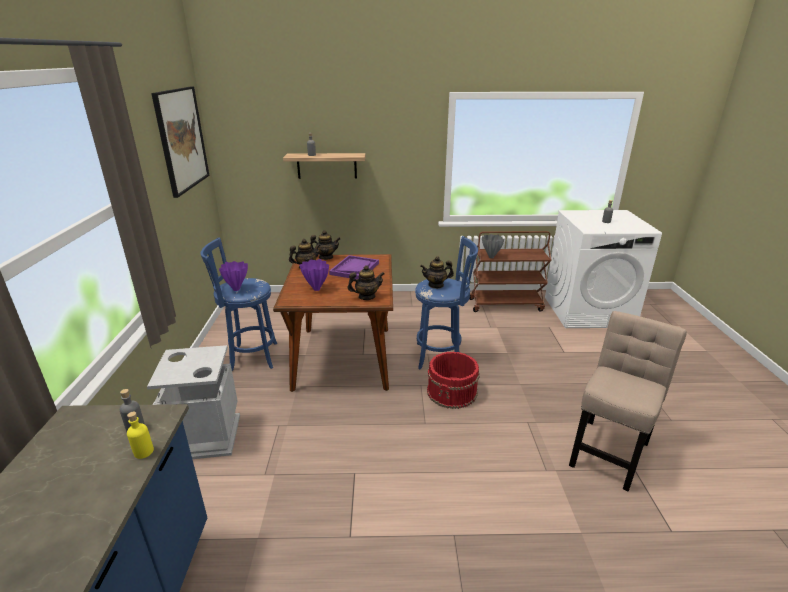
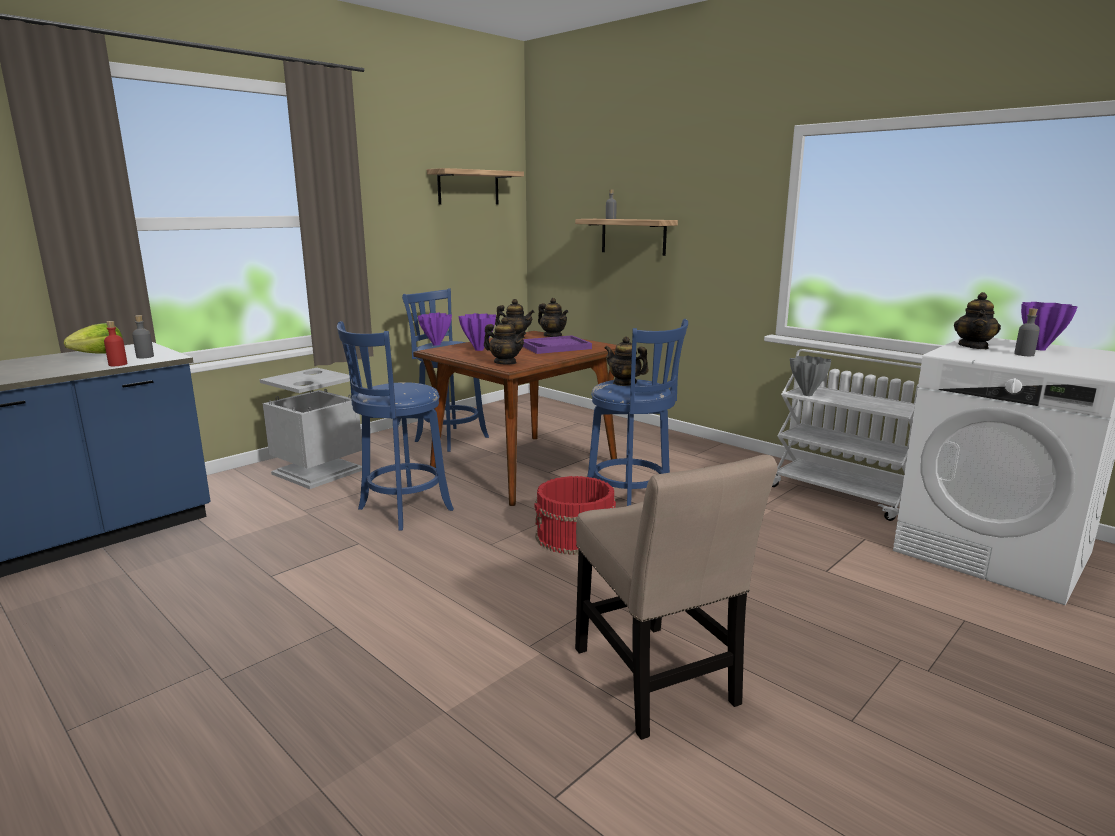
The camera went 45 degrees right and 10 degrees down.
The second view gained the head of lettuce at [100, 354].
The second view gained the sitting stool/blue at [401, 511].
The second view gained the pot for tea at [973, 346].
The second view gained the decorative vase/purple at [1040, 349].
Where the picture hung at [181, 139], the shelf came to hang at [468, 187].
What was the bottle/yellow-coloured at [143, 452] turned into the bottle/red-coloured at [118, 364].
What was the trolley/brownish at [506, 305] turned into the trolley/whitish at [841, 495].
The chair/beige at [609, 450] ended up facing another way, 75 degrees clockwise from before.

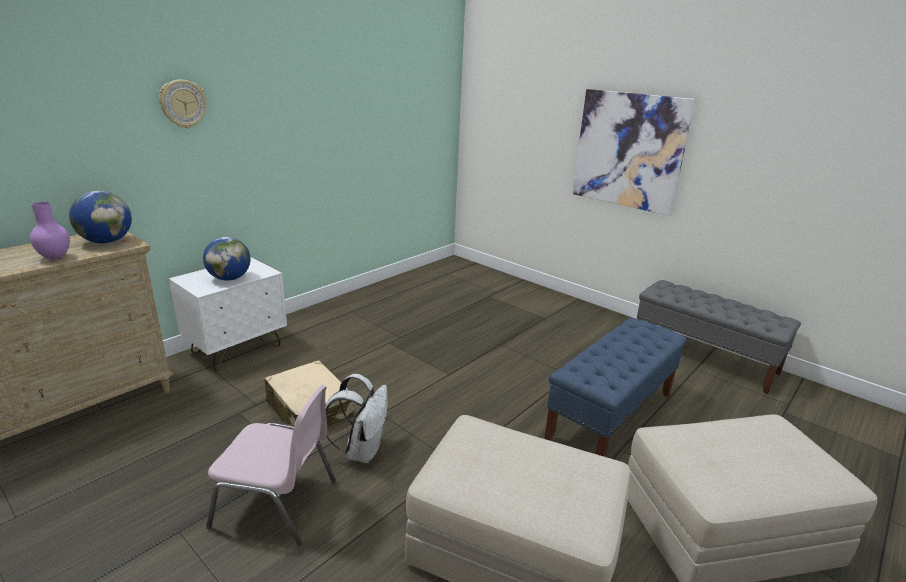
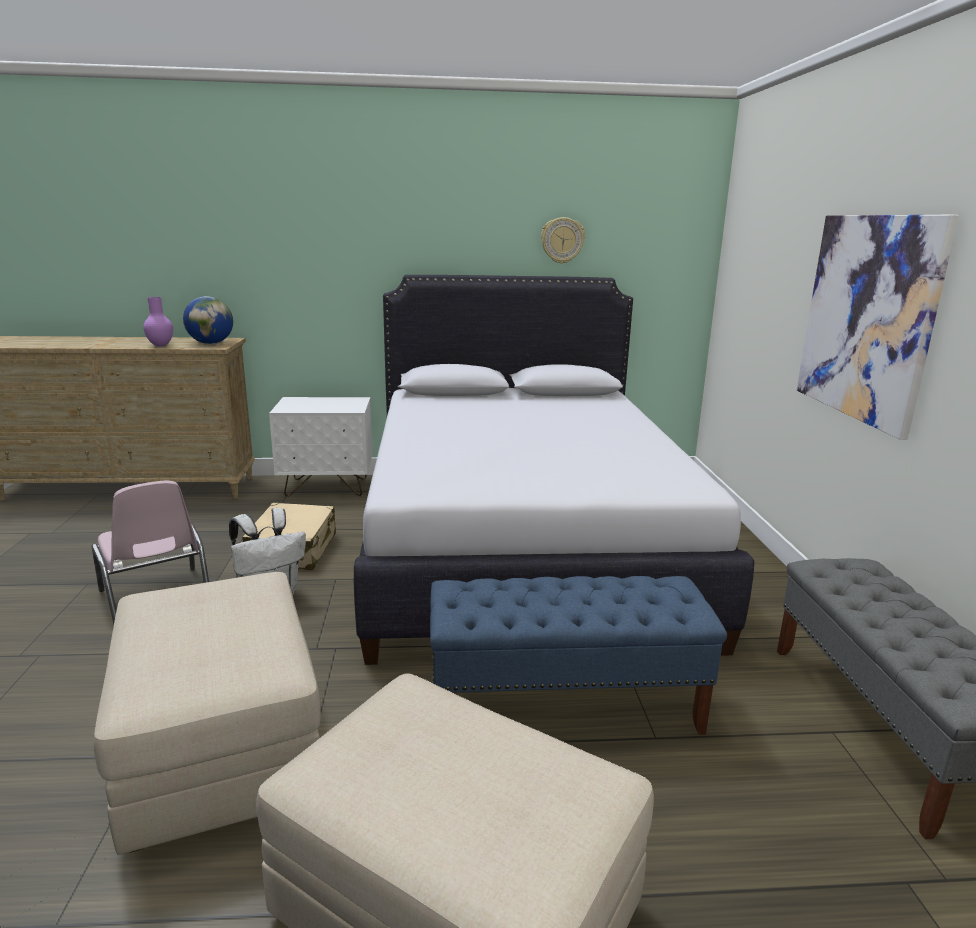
The camera went 45 degrees right and 5 degrees down.
The second view lost the desk globe at [229, 278].
The second view gained the sleeping bed/whitish at [520, 544].
The hanging clock ended up elsewhere, having gone from [183, 104] to [562, 240].

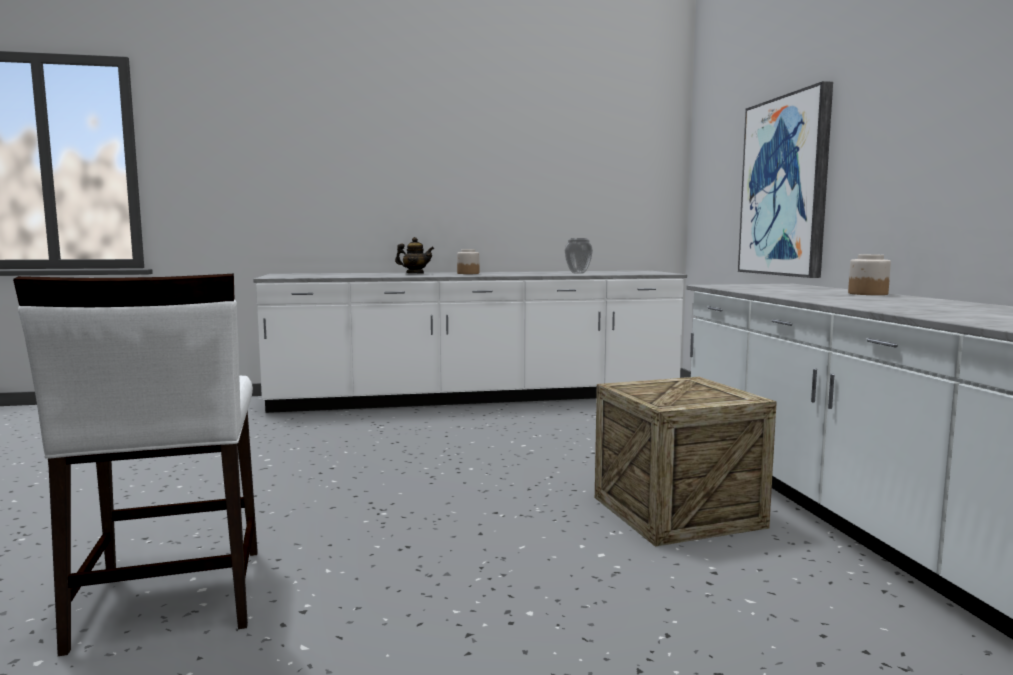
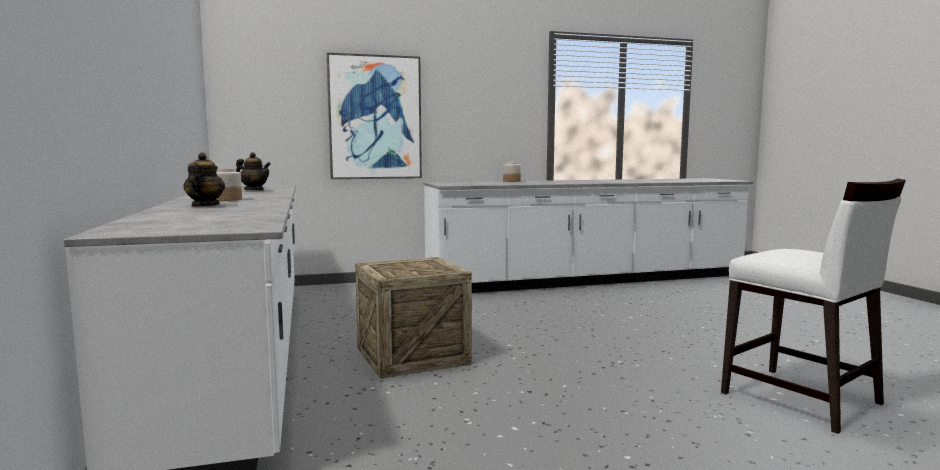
The camera went 95 degrees left and 0 degrees up.
The shipping crate ended up elsewhere, having gone from [677, 512] to [412, 356].
Where the decorative vase stood at [578, 273], the pot for tea came to stand at [254, 190].
The chair/whitish at [169, 598] ended up facing another way, 75 degrees clockwise from before.

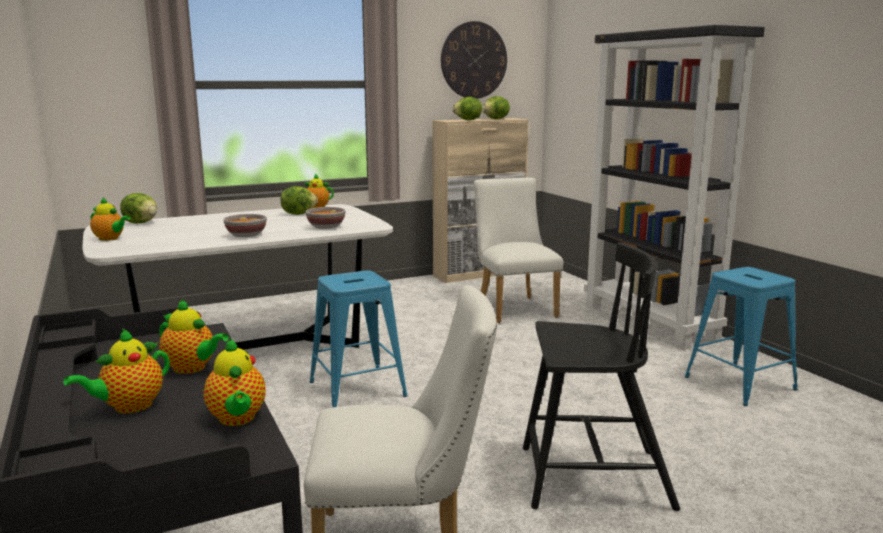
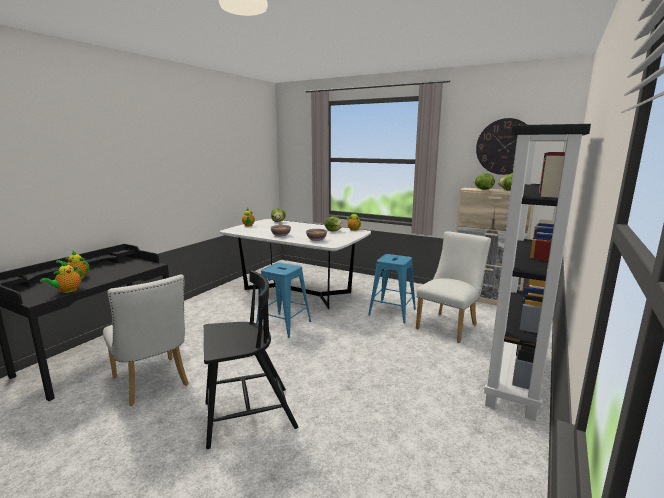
The camera went 55 degrees right and 0 degrees up.
The second view lost the pot for tea at [192, 368].
The sitting stool/blue ended up elsewhere, having gone from [739, 383] to [392, 312].
The chair/black at [591, 478] ended up facing another way, 75 degrees counterclockwise from before.

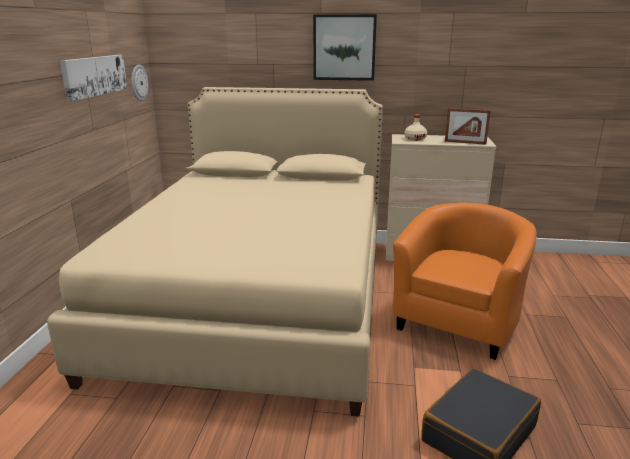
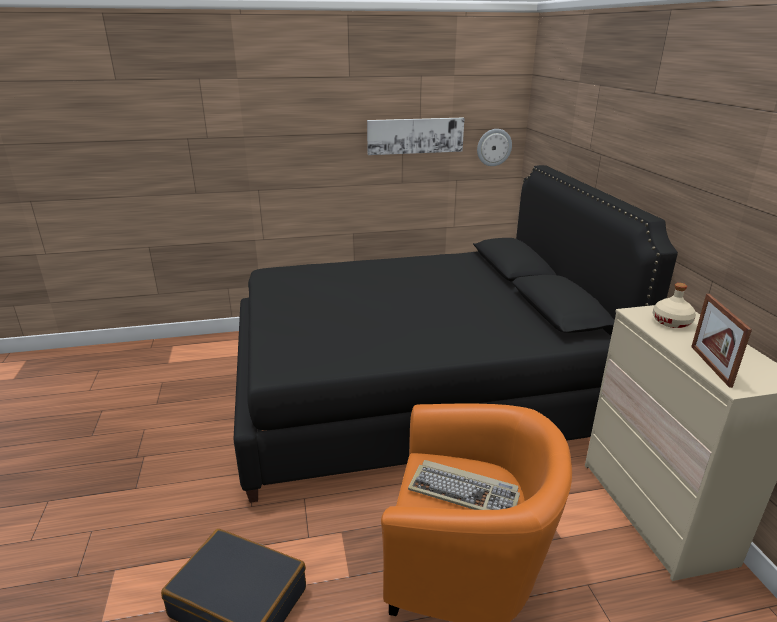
The camera went 70 degrees right and 5 degrees up.
The second view lost the picture at [344, 47].
The second view gained the keyboard at [465, 492].
What was the sleeping bed/beige at [258, 299] turned into the sleeping bed/black at [414, 393].

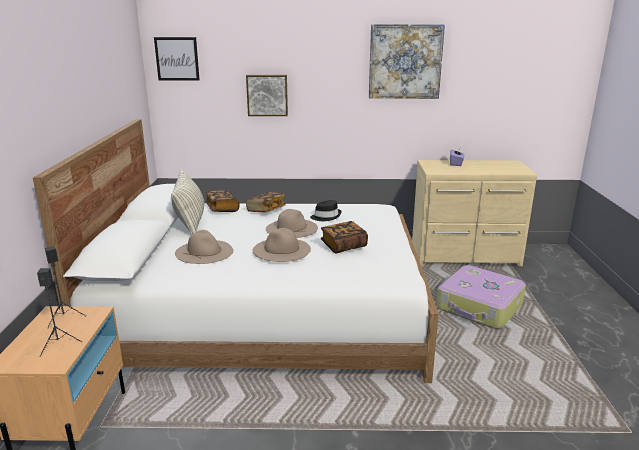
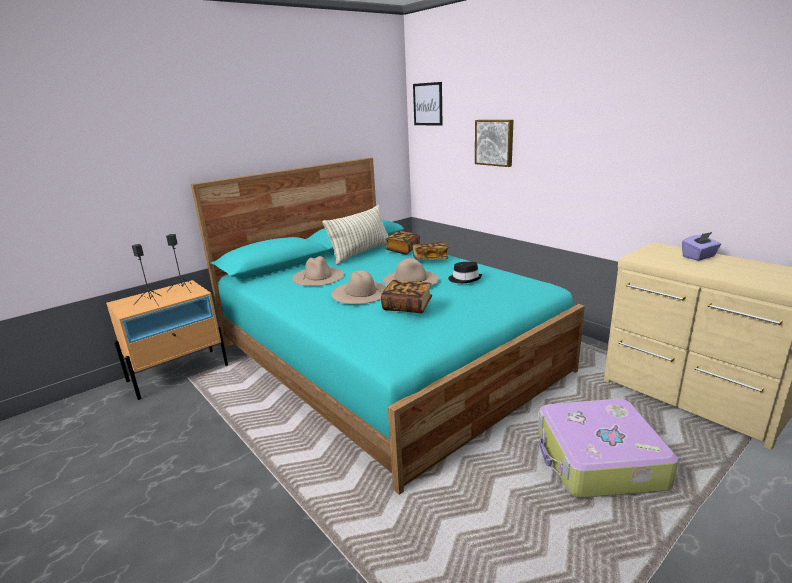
The camera went 50 degrees right and 0 degrees up.
The second view lost the picture at [405, 61].
What was the sleeping bed/whitish at [265, 312] turned into the sleeping bed/blue-green at [385, 356].

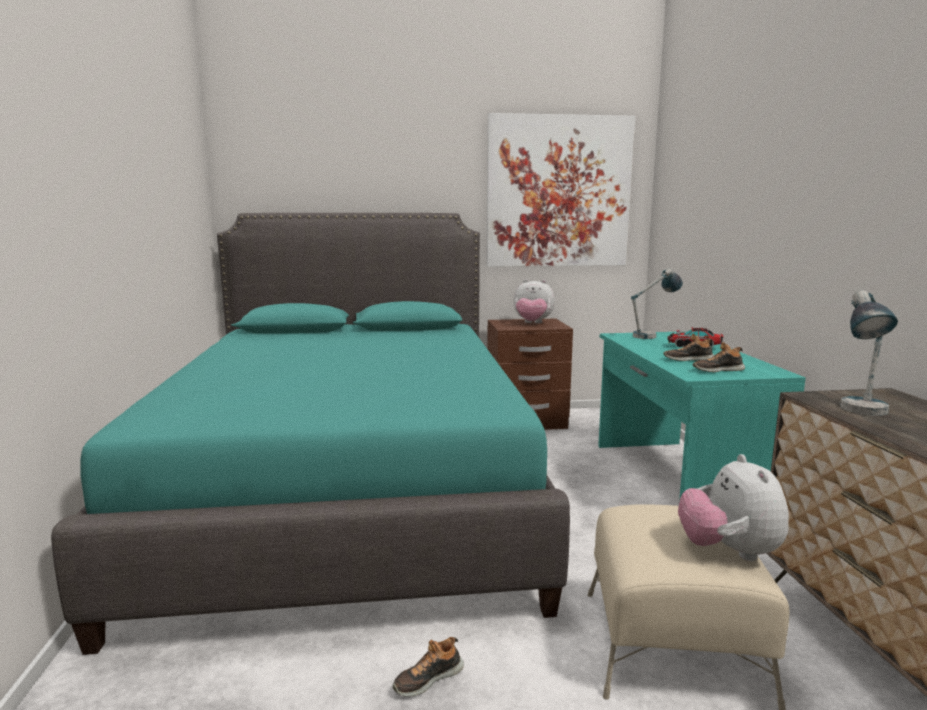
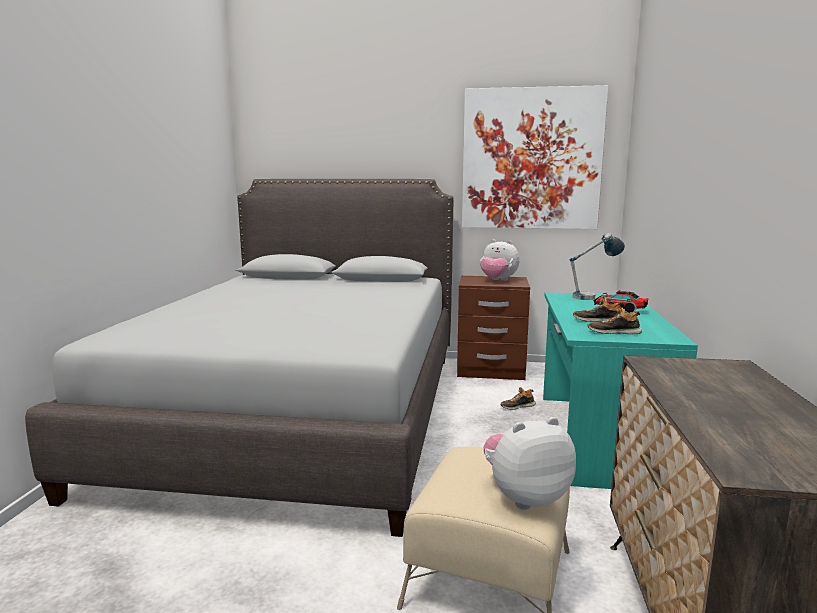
The camera went 15 degrees right and 0 degrees up.
The second view lost the lamp for a table at [861, 413].
The item of footwear ended up elsewhere, having gone from [428, 678] to [517, 406].
What was the sleeping bed/blue-green at [350, 490] turned into the sleeping bed/greyish at [303, 412].
The cuddly toy at [729, 551] ended up facing another way, 60 degrees clockwise from before.

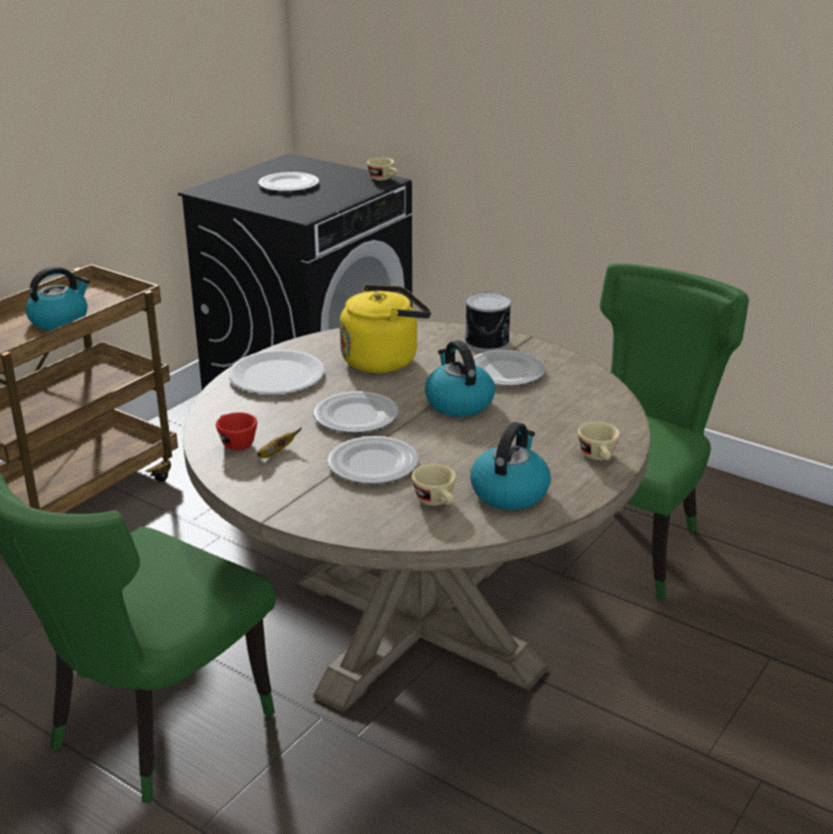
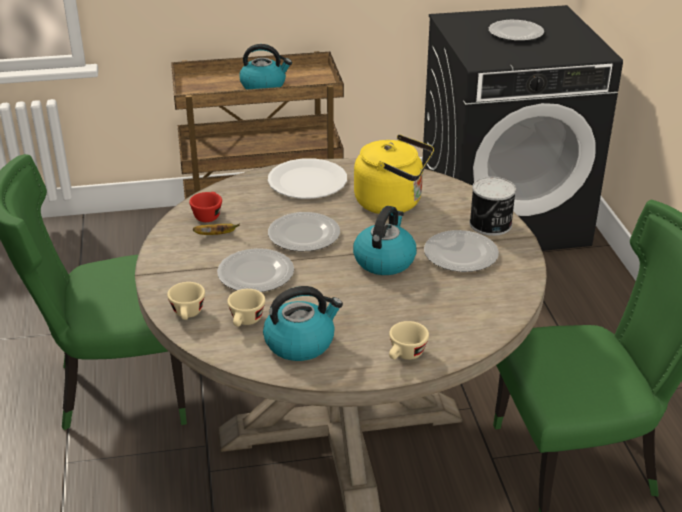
The camera went 45 degrees right and 5 degrees up.
The cup/beige ended up elsewhere, having gone from [384, 179] to [188, 315].

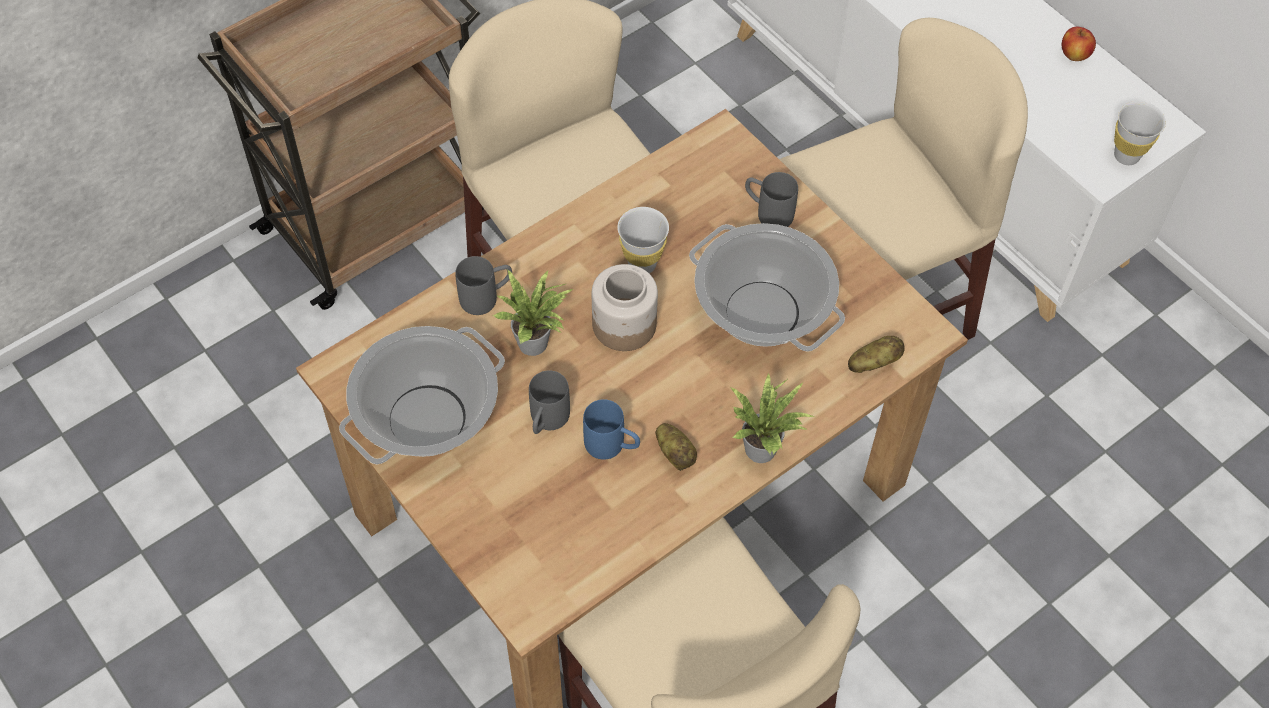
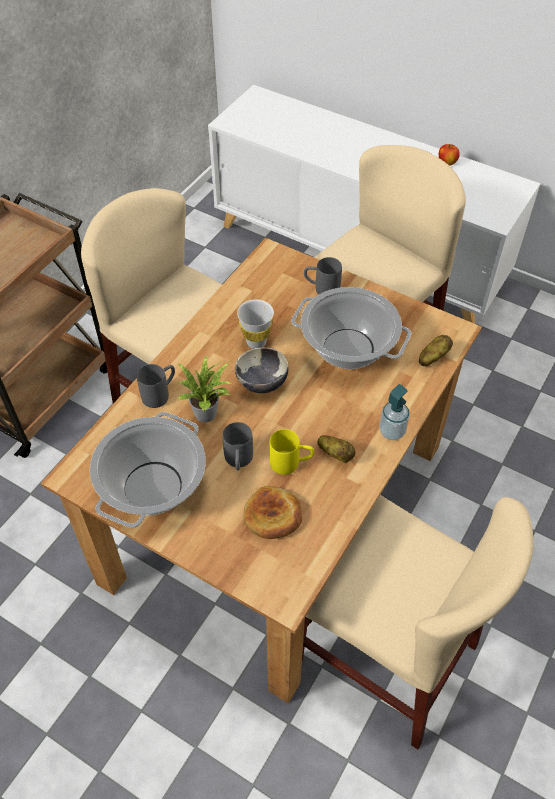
The camera went 20 degrees left and 5 degrees down.
The second view lost the cup/whitish at [1126, 156].
The second view gained the bread at [272, 515].
Where the storage jar stood at [624, 325], the deep dish came to stand at [262, 383].
Where the potted plant stood at [764, 448], the soap dispenser came to stand at [392, 431].
What was the mug/blue at [612, 447] turned into the mug/yellow-coloured at [291, 463].

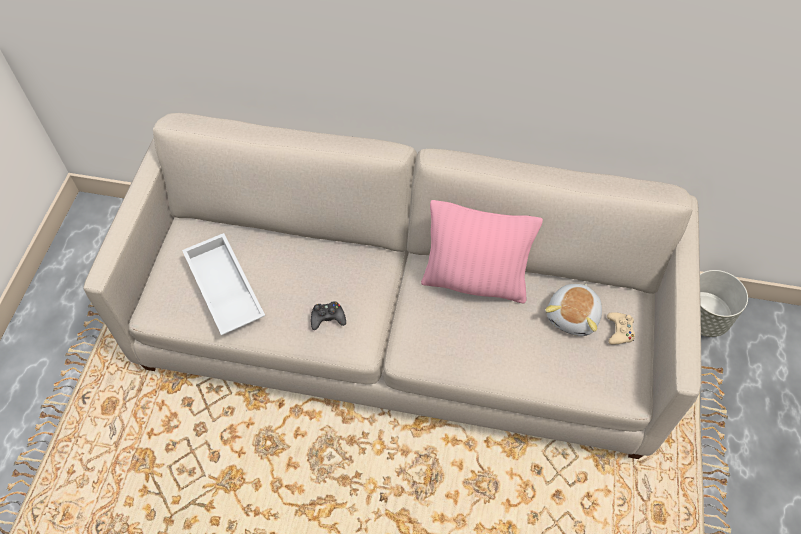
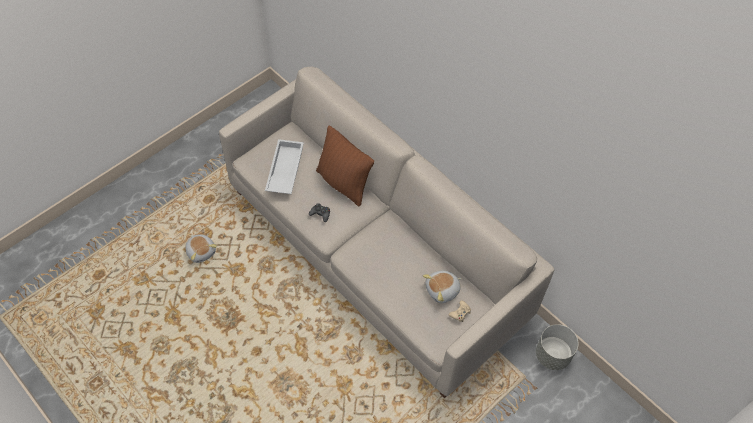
The camera went 35 degrees right and 0 degrees up.
The second view lost the pillow/pink-coloured at [475, 281].
The second view gained the cuddly toy at [201, 251].
The second view gained the pillow/brownish at [344, 183].

